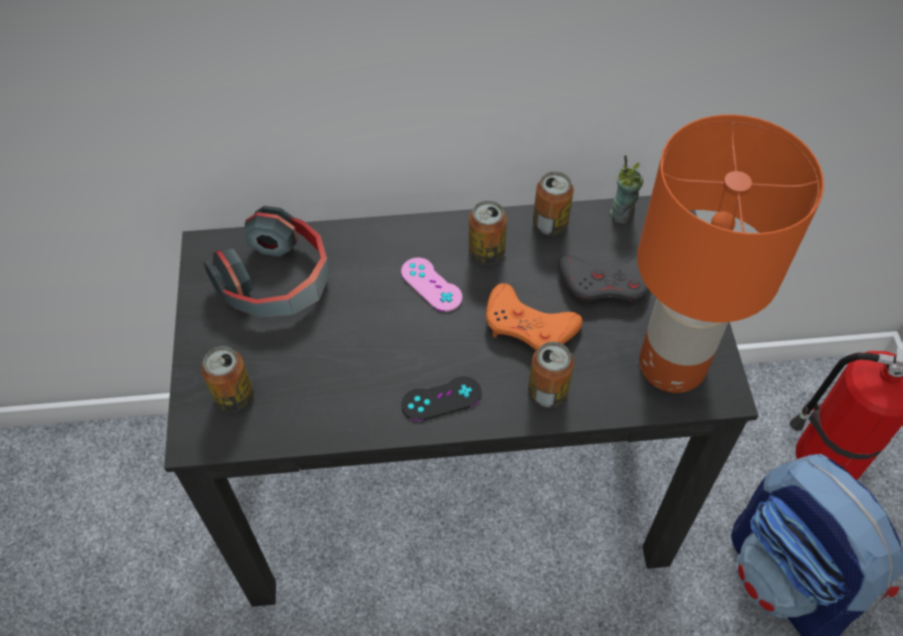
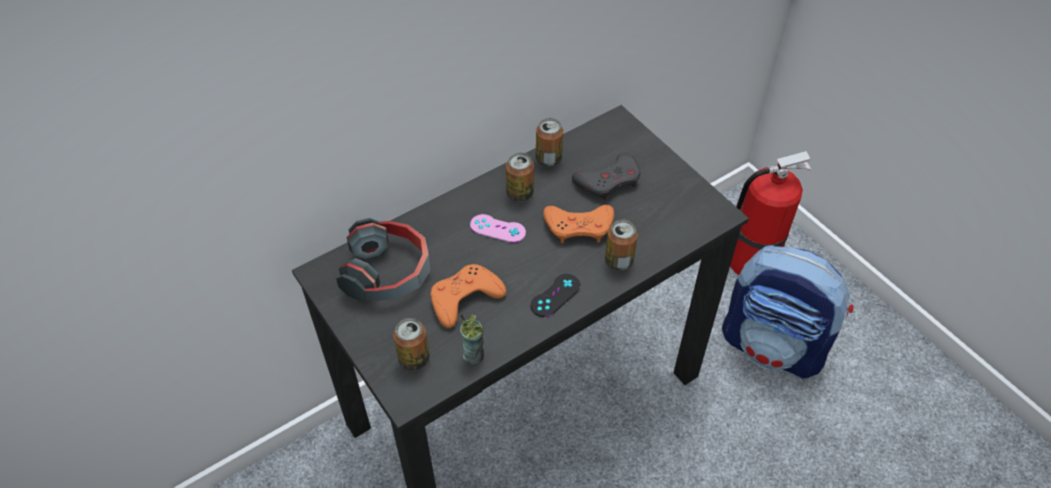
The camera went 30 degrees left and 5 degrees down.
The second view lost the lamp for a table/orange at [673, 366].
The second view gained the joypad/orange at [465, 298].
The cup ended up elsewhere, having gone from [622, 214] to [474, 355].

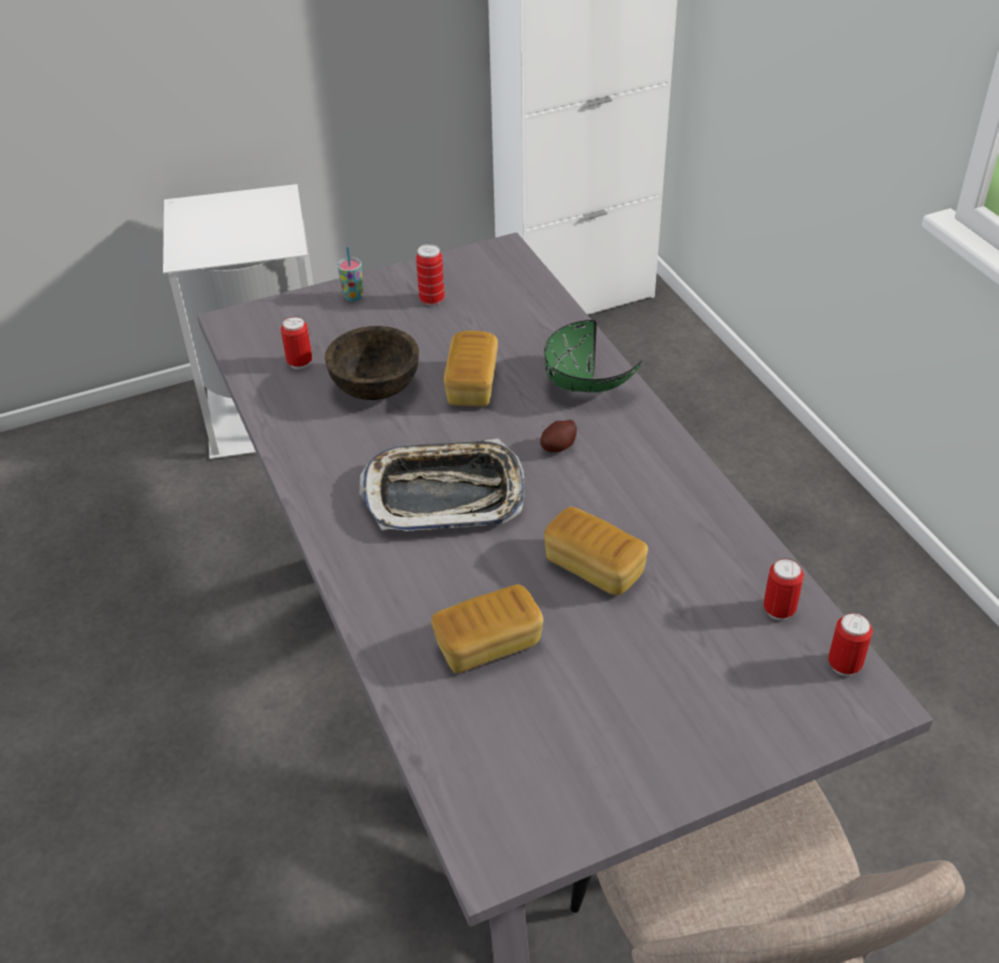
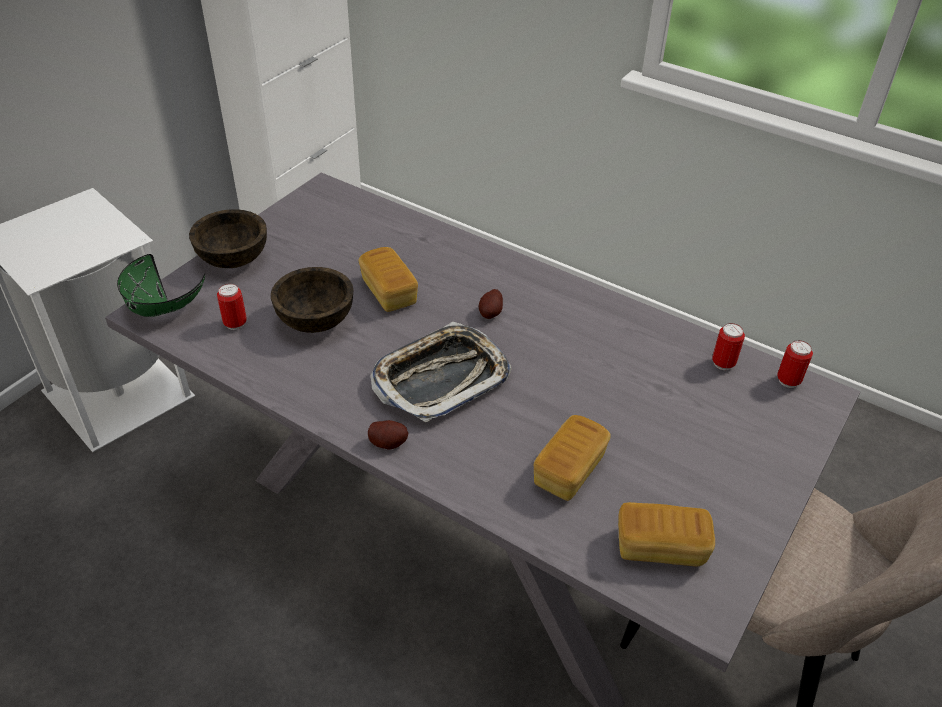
The camera went 35 degrees left and 0 degrees up.
The second view lost the can at [432, 299].
The second view gained the whole potato at [388, 442].
The deep dish/green-coloured ended up elsewhere, having gone from [584, 386] to [163, 309].
The bread ended up elsewhere, having gone from [594, 567] to [660, 547].
Where the cup stood at [353, 296], the deep dish/brownish came to stand at [234, 258].

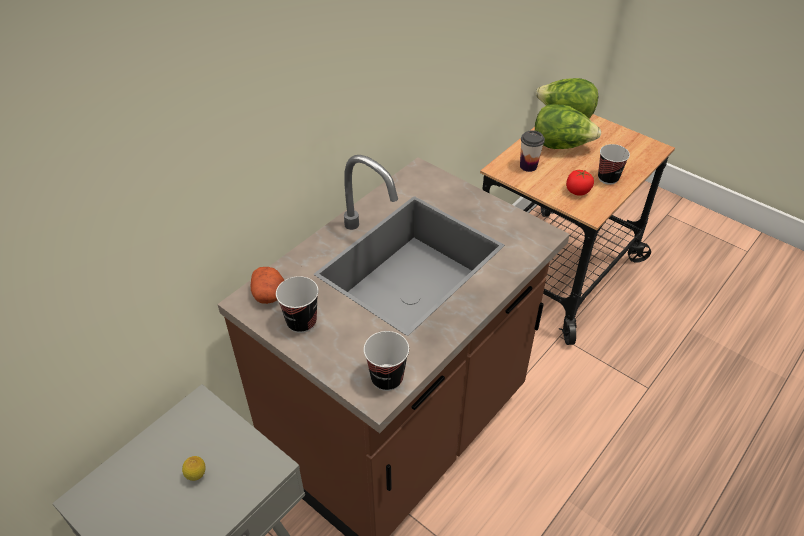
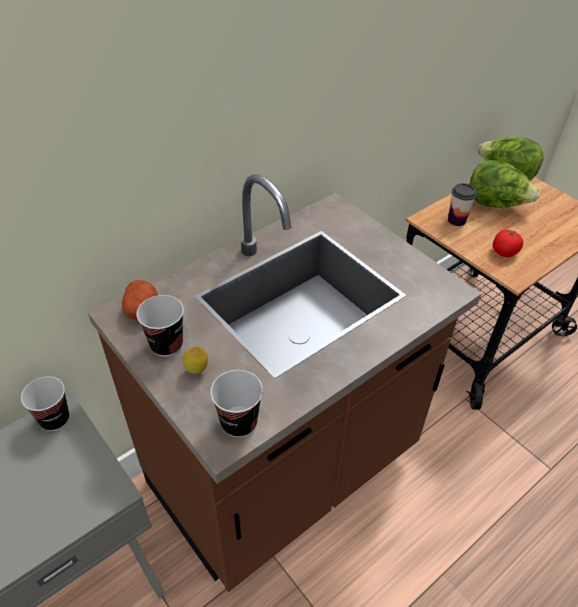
The camera went 10 degrees right and 0 degrees up.
The whole lemon ended up elsewhere, having gone from [197, 476] to [197, 371].
The cup ended up elsewhere, having gone from [608, 178] to [55, 419].

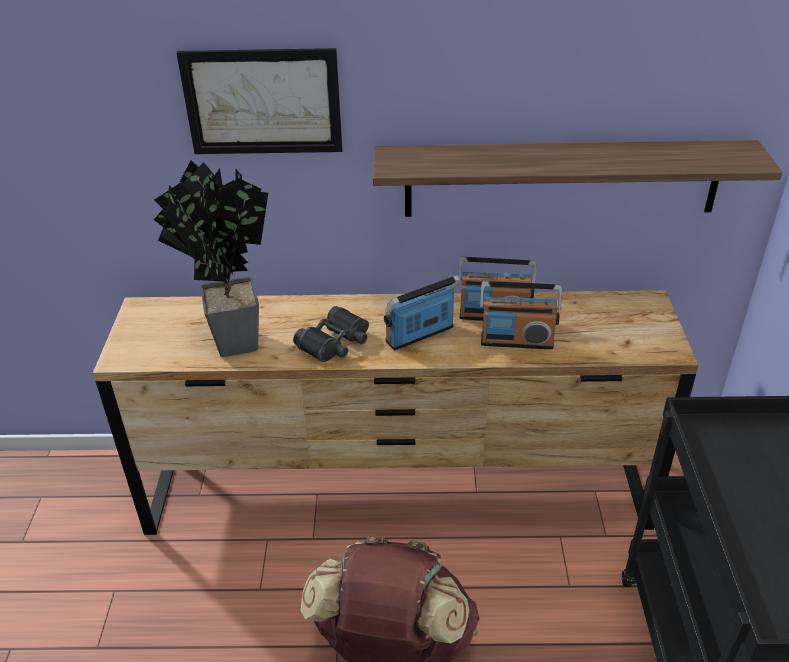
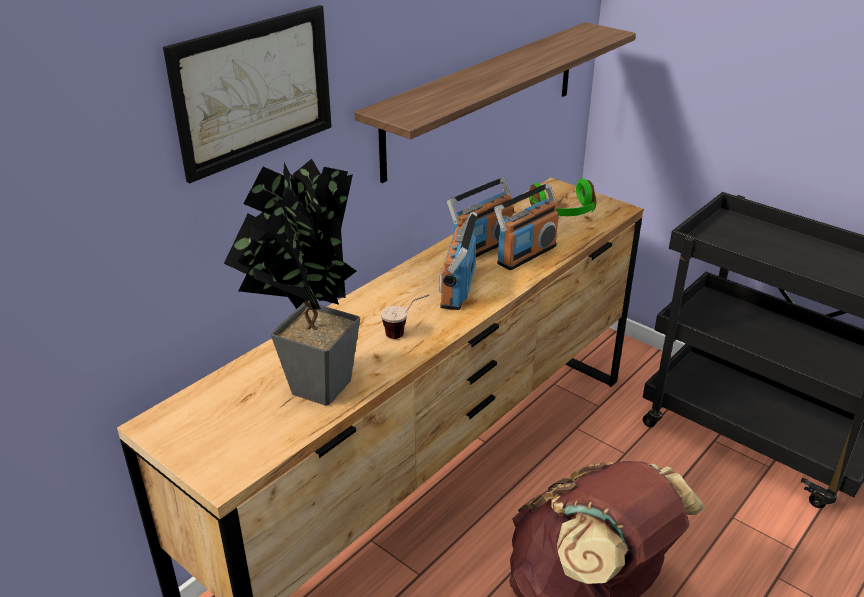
The camera went 50 degrees left and 5 degrees down.
The second view gained the pair of headphones/green-coloured at [564, 212].
Where the field glasses/black stood at [335, 343], the cup came to stand at [405, 333].

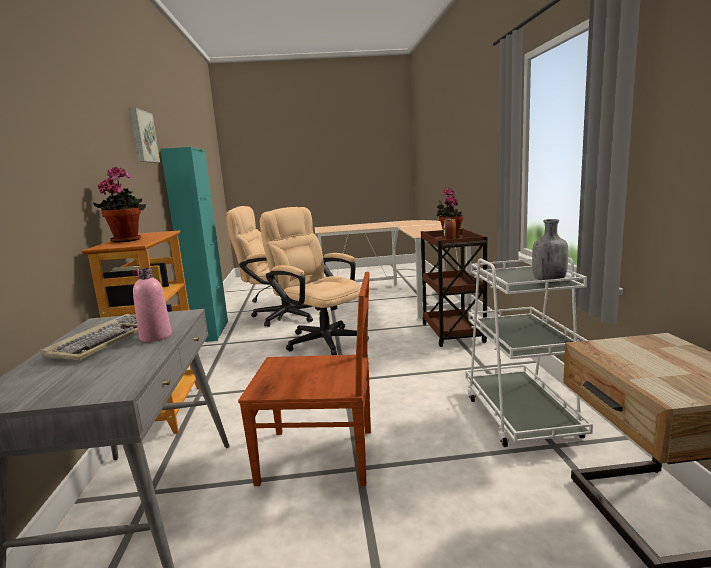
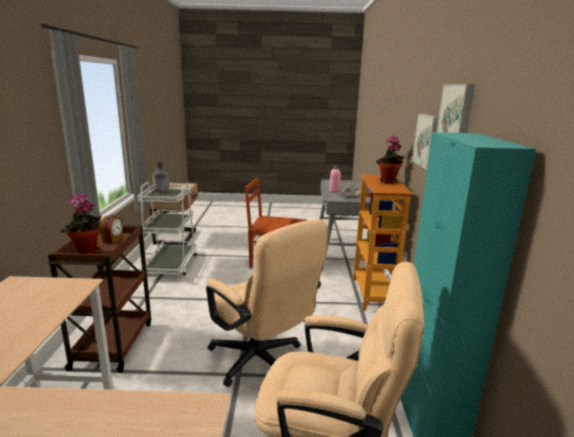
The camera went 175 degrees left and 5 degrees up.
The second view gained the picture at [428, 140].

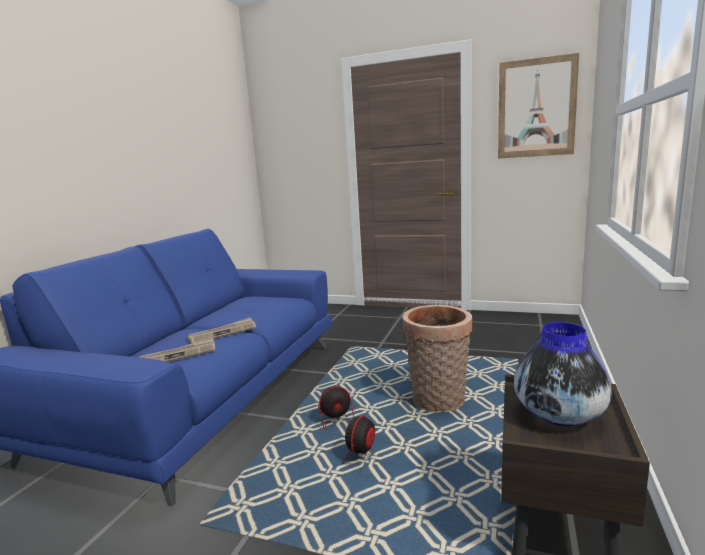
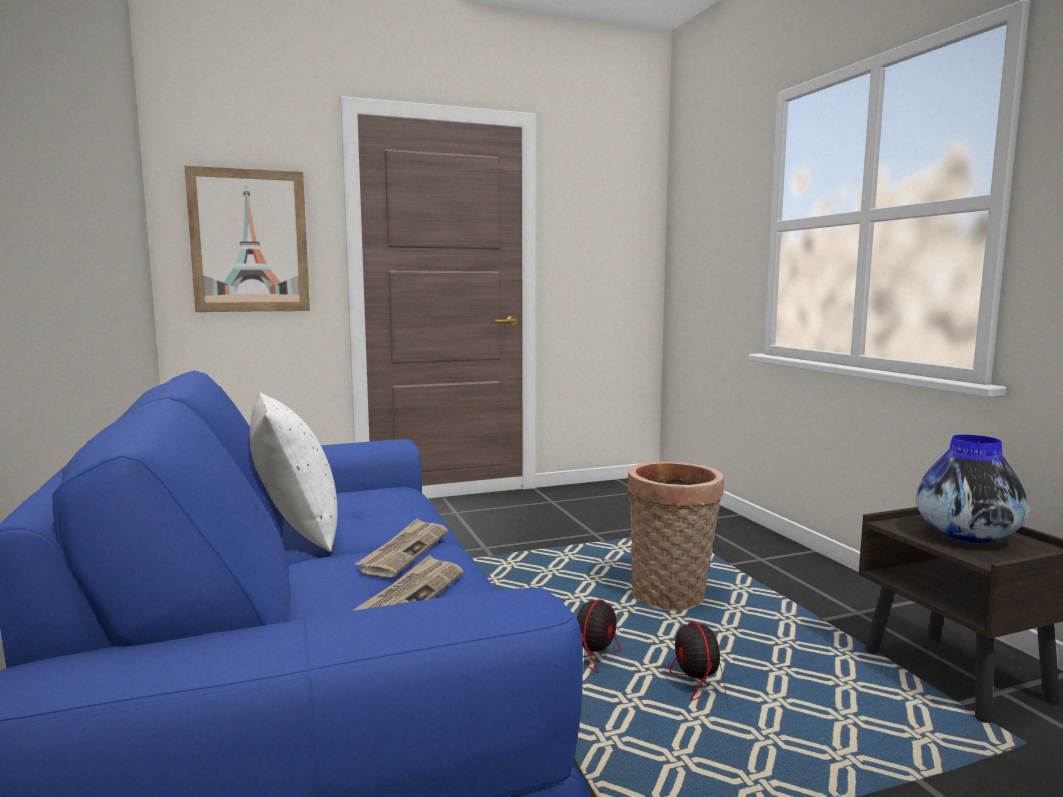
The camera went 40 degrees left and 5 degrees down.
The second view gained the pillow/whitish at [296, 532].
The picture ended up elsewhere, having gone from [536, 108] to [249, 241].

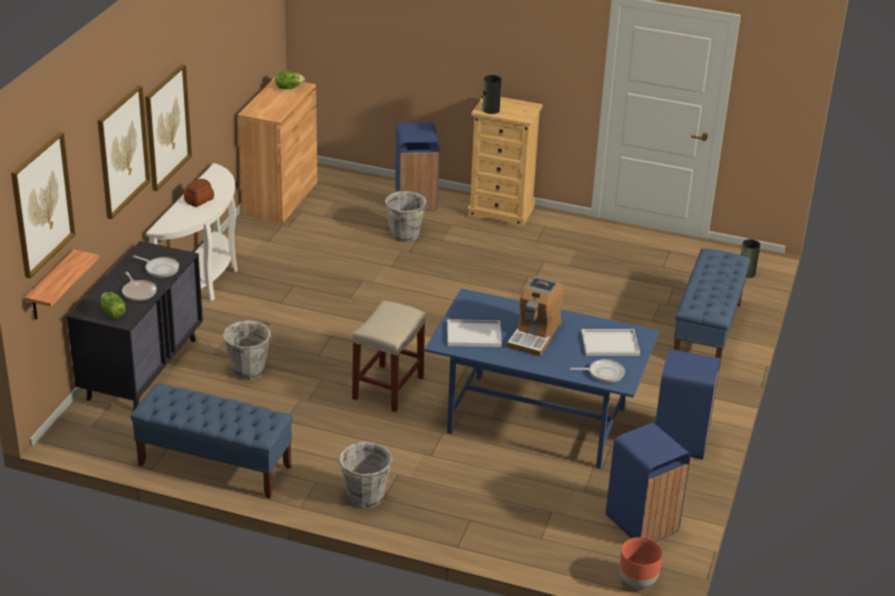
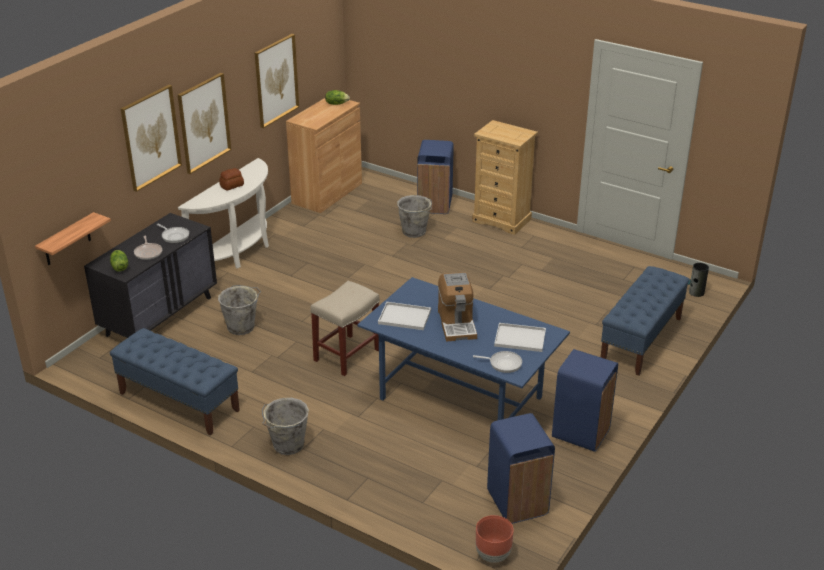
The camera went 15 degrees right and 0 degrees up.
The second view lost the decorative vase at [490, 110].
The picture ended up elsewhere, having gone from [42, 204] to [276, 80].
The coffee maker at [534, 335] ended up facing another way, 45 degrees counterclockwise from before.

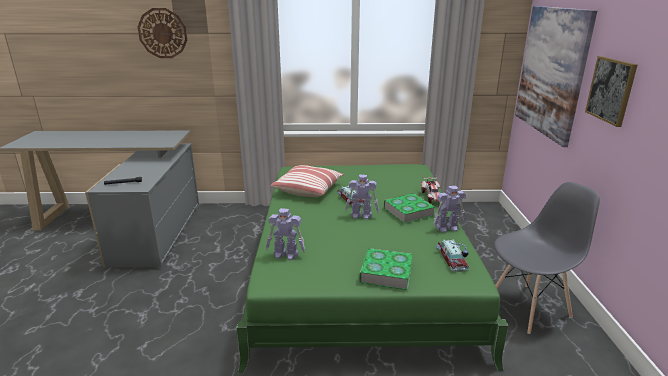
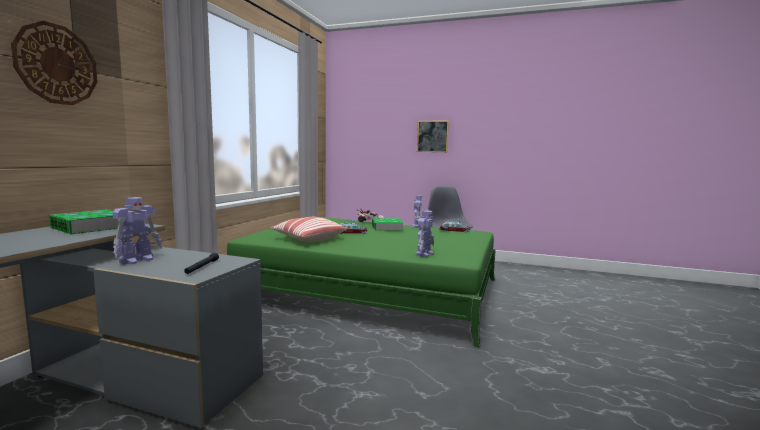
The camera went 70 degrees left and 15 degrees down.
The second view lost the picture at [551, 72].
The robot figure ended up elsewhere, having gone from [362, 215] to [138, 260].
The book ended up elsewhere, having gone from [386, 273] to [89, 227].

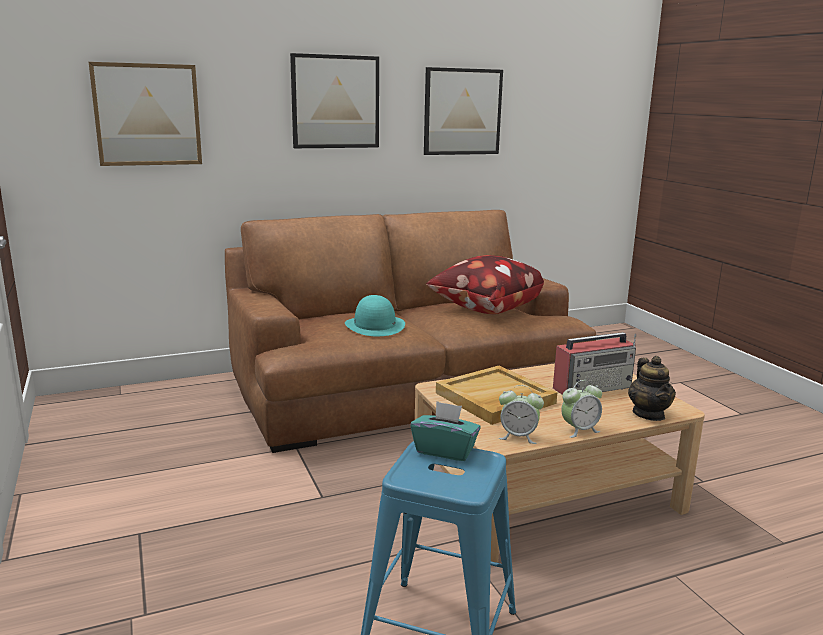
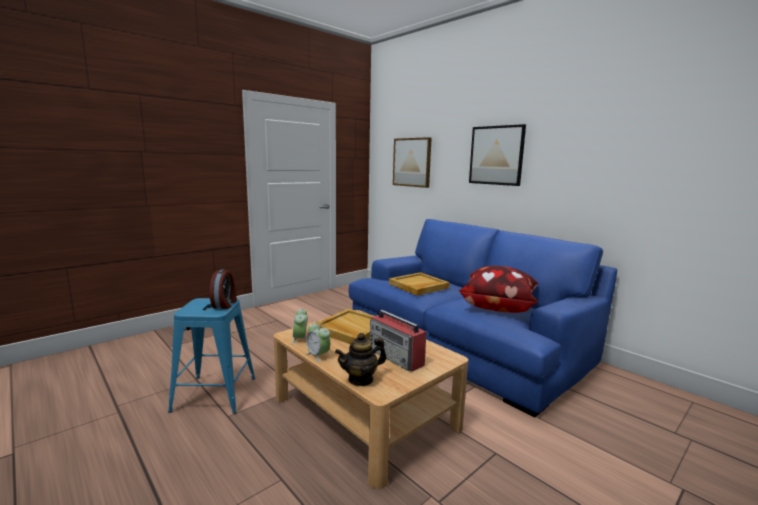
The camera went 70 degrees right and 5 degrees down.
The second view lost the picture at [462, 112].
Where the wearable hat/blue-green stood at [375, 326], the carrying tray/beige came to stand at [418, 286].
Where the box of tissues/blue-green stood at [445, 450], the alarm clock came to stand at [225, 304].
What was the sofa/brownish at [403, 387] turned into the sofa/blue at [466, 344].

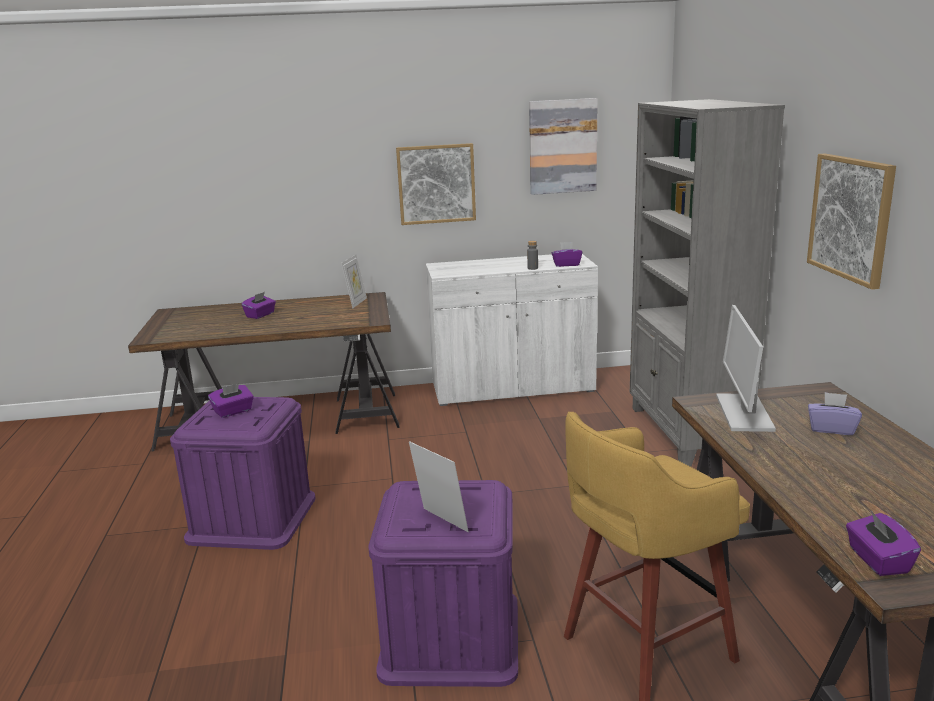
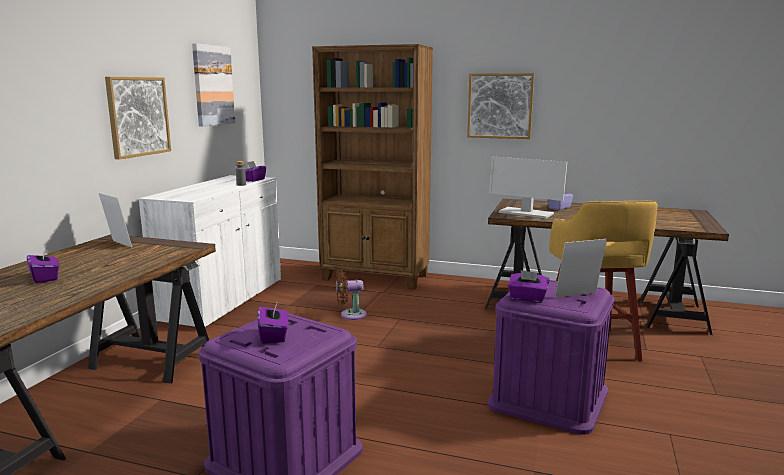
The camera went 65 degrees left and 5 degrees down.
The second view gained the electric fan/brownish at [350, 315].
The box of tissues/purple ended up elsewhere, having gone from [877, 560] to [527, 298].
What was the bookcase/greyish at [686, 433] turned into the bookcase/brownish at [375, 277].

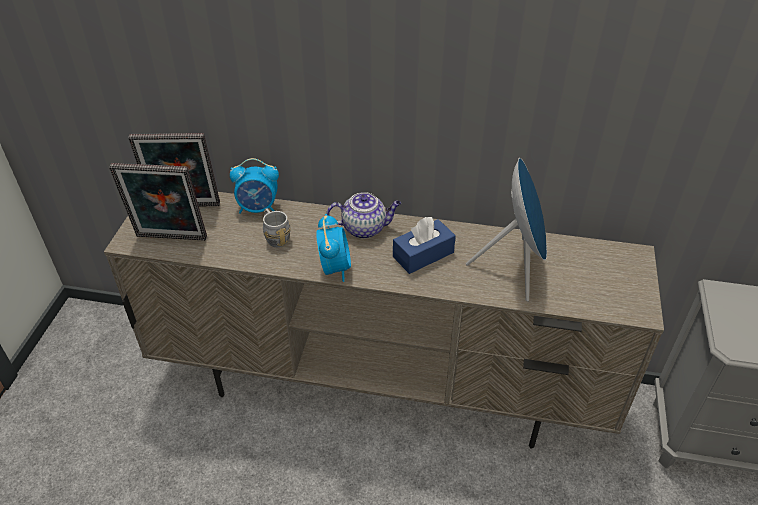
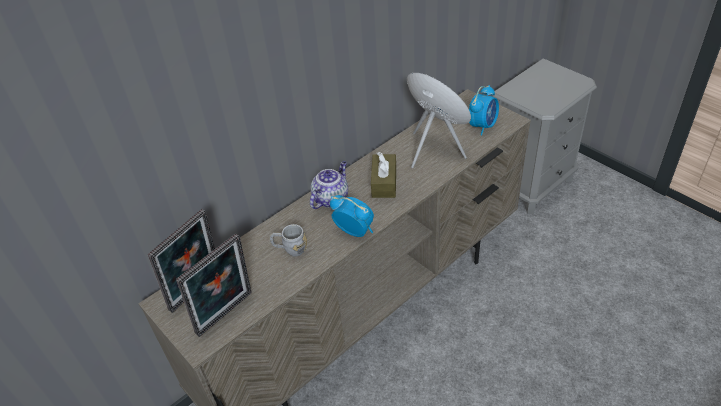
The camera went 50 degrees left and 0 degrees up.
The alarm clock ended up elsewhere, having gone from [258, 208] to [482, 126].
What was the box of tissues/blue at [423, 254] turned into the box of tissues/brownish at [384, 182].

